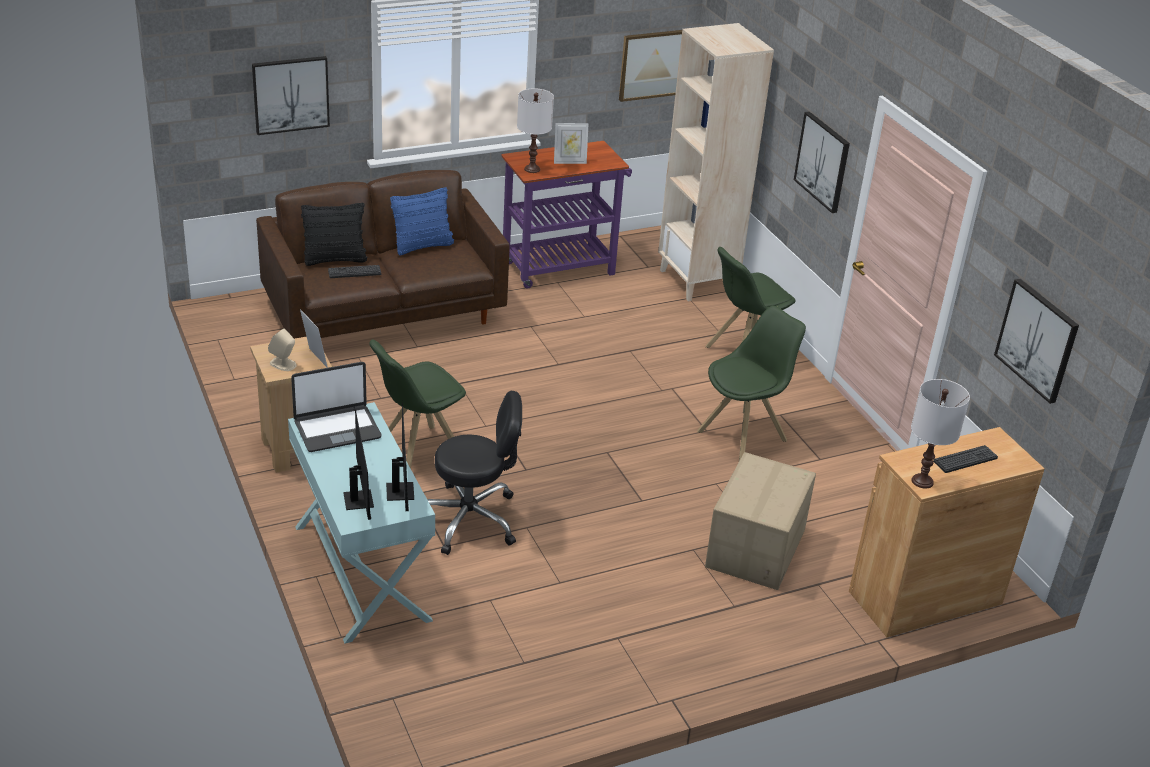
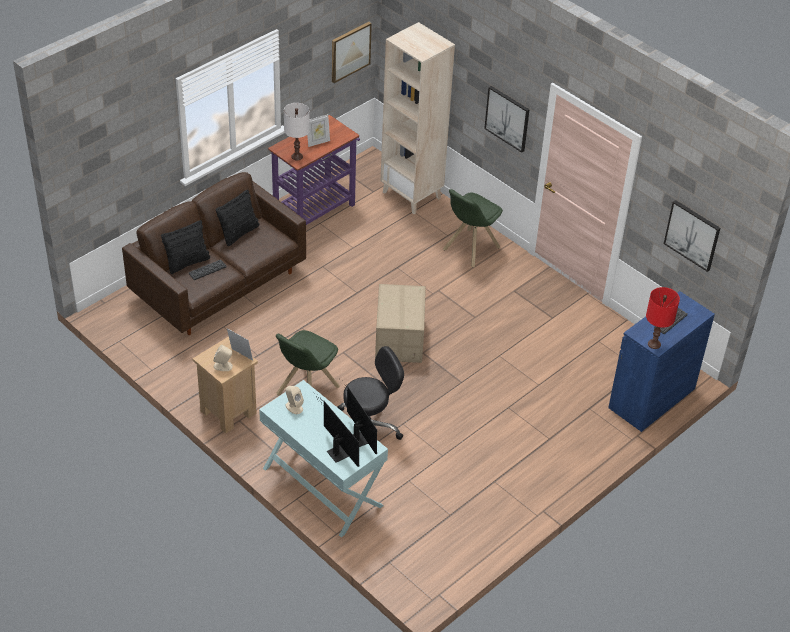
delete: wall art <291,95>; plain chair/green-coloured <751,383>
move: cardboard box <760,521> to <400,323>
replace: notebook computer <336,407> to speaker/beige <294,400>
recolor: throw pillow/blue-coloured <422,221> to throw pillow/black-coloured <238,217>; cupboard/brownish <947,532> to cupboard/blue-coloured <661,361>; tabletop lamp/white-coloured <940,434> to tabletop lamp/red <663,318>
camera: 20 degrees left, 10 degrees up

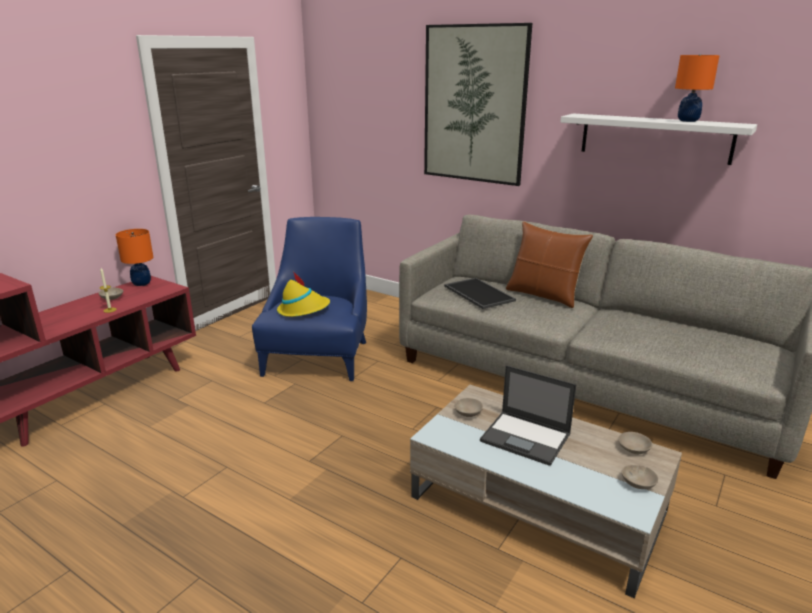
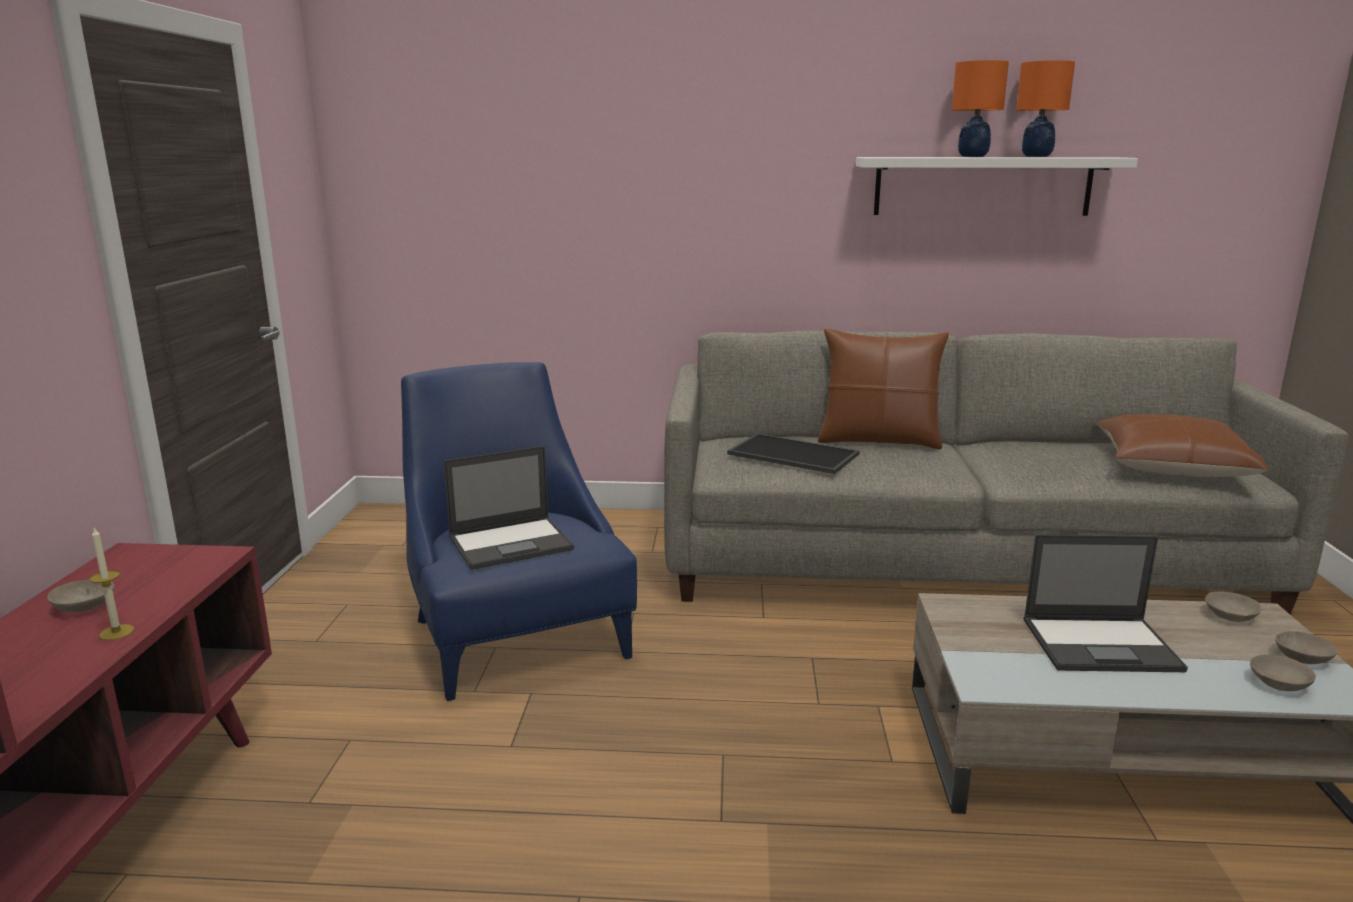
delete: wall art <478,104>
insert: throw pillow/brownish <1182,445>
move: tabletop lamp/orangey <134,257> to <980,108>; serving bowl/beige <469,407> to <1283,672>
replace: hat/yellow <303,294> to notebook computer <508,508>
camera: 30 degrees left, 5 degrees down

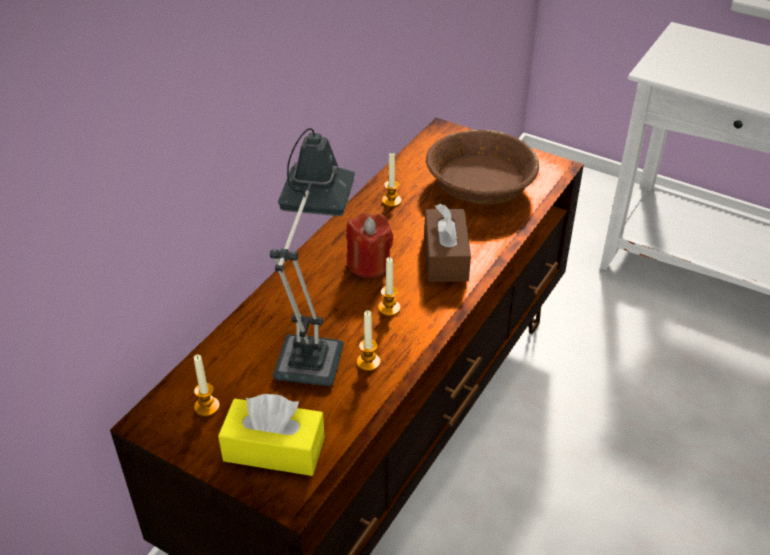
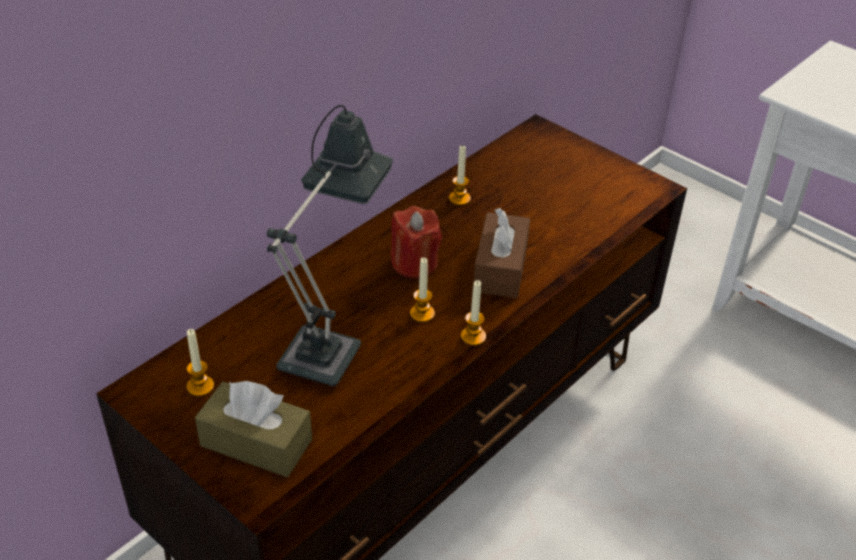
delete: serving bowl/brownish <482,167>
move: wax light <369,340> to <473,313>
recolor: box of tissues/yellow <271,435> to box of tissues/brownish <253,429>
camera: 10 degrees right, 0 degrees up

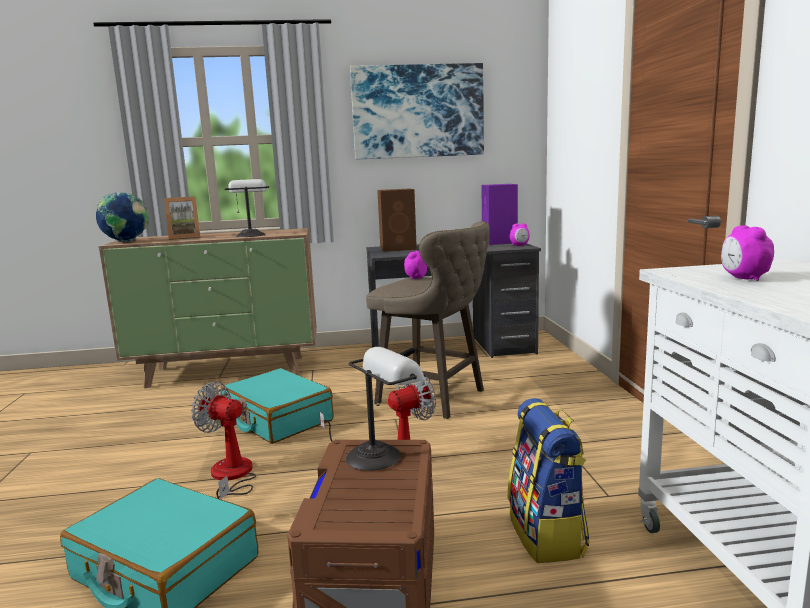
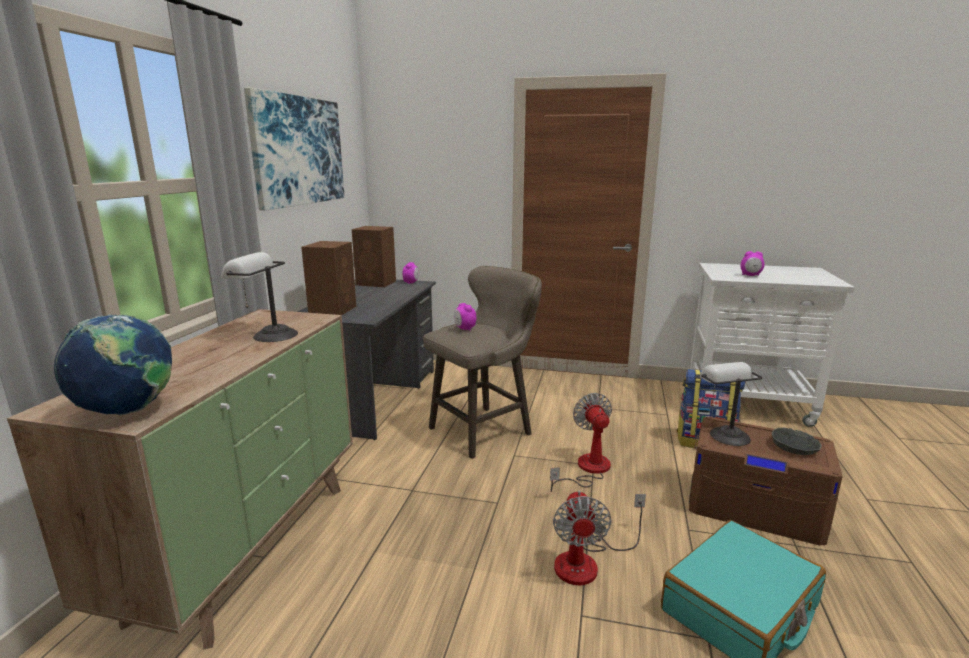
delete: standing frame <182,218>; piece of luggage/blue-green <277,406>
insert: serving bowl/grey <797,441>
recolor: speaker/purplish <499,214> to speaker/brownish <374,256>
rotate: cooling fan <223,440> = <599,537> 45 degrees counterclockwise
camera: 70 degrees left, 5 degrees up

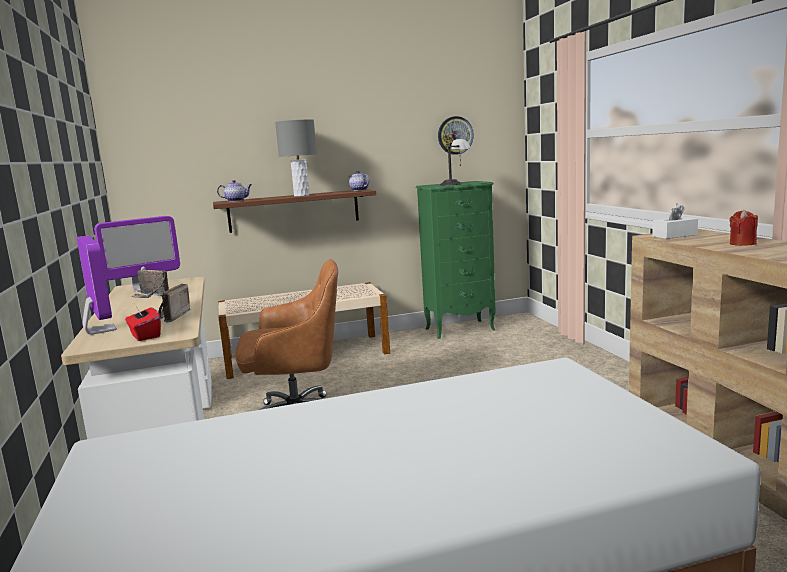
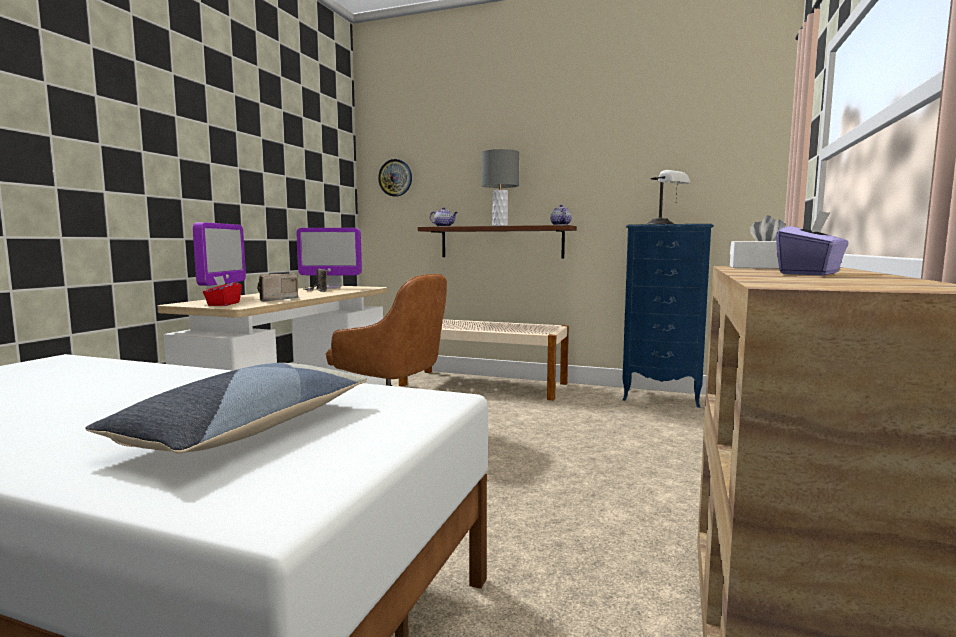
insert: throw pillow <226,408>
move: hanging clock <456,135> to <395,178>
replace: wax light/red <744,228> to box of tissues/purplish <812,243>
recolor: chest of drawers/green-coloured <456,260> to chest of drawers/blue-coloured <668,316>
camera: 35 degrees right, 5 degrees down

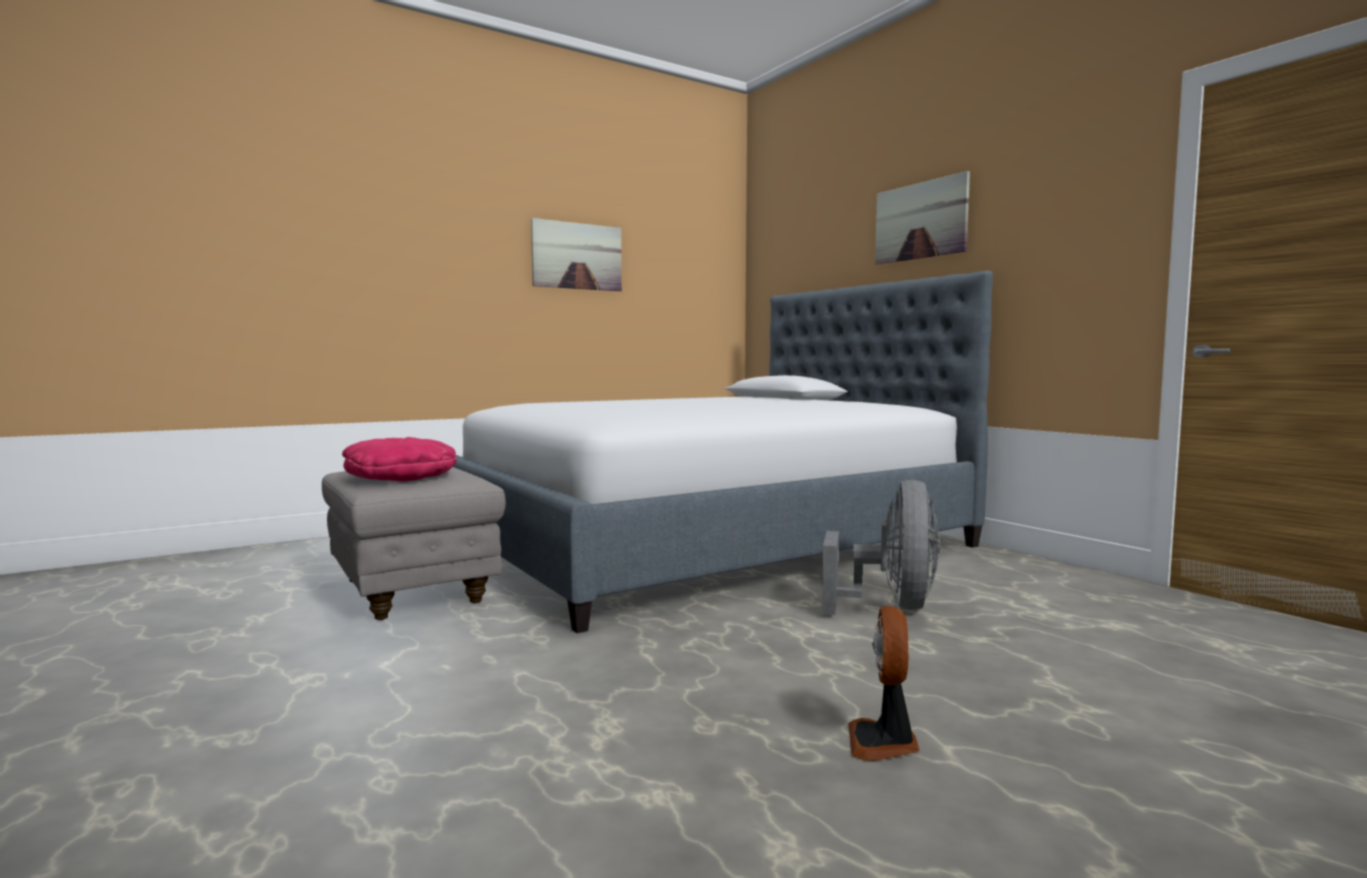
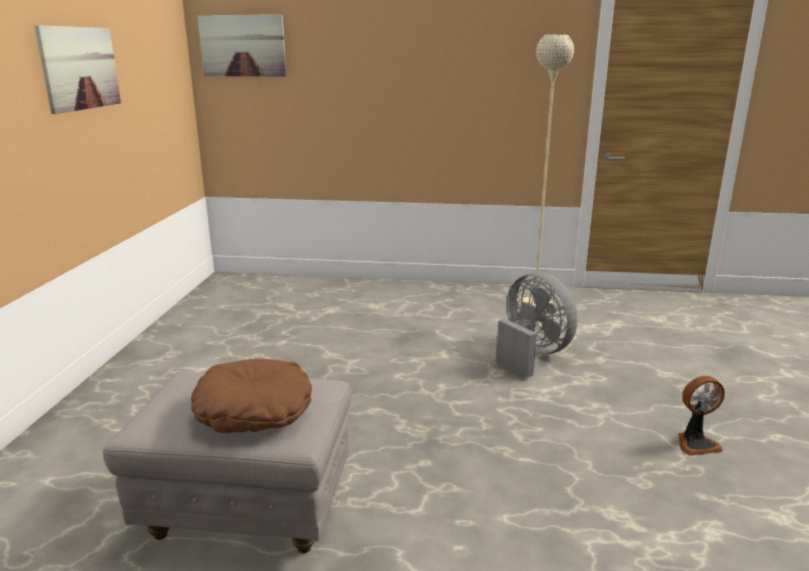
delete: sleeping bed <723,451>
insert: standard lamp/beige <545,173>
move: wall art <922,218> to <241,45>
recolor: throw pillow/pink <399,459> to throw pillow/brownish <251,396>
rotate: cooling fan <884,683> = <701,416> 60 degrees counterclockwise
camera: 50 degrees left, 15 degrees up

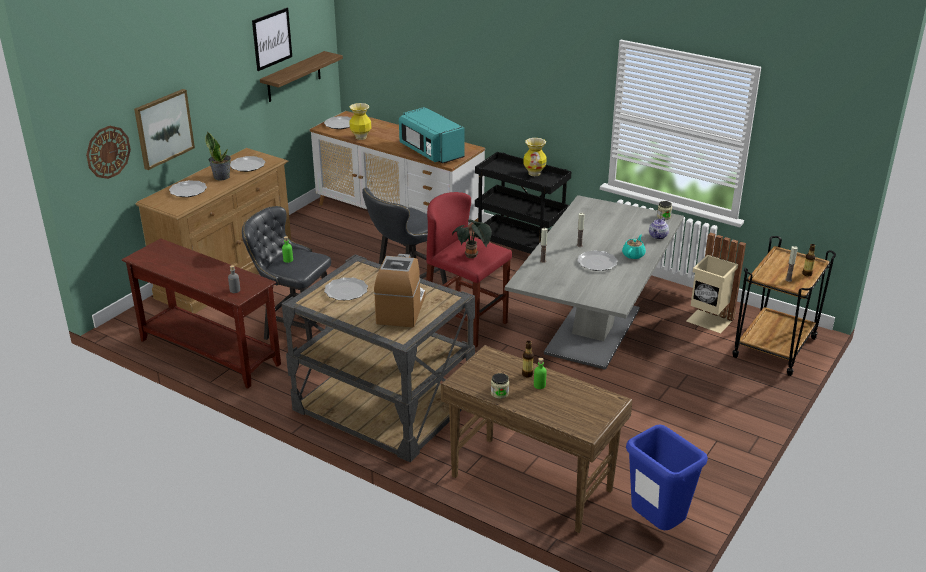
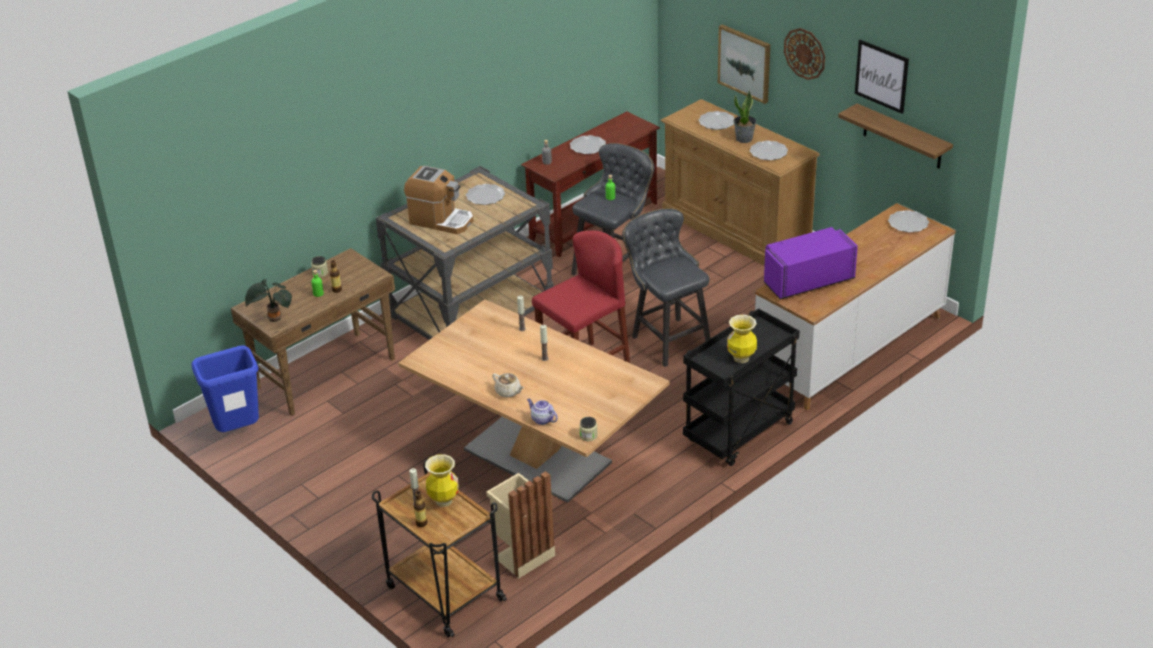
move: hanging clock <108,152> to <804,54>; flower vase <360,121> to <442,480>; houseplant <472,239> to <268,300>; dinner plate <597,260> to <588,144>
recolor: kitchen microwave/blue-green <432,135> to kitchen microwave/purplish <811,263>; kitchen table/grey <594,282> to kitchen table/brownish <534,401>; teapot/blue-green <634,246> to teapot/beige <508,385>
camera: 105 degrees right, 5 degrees up

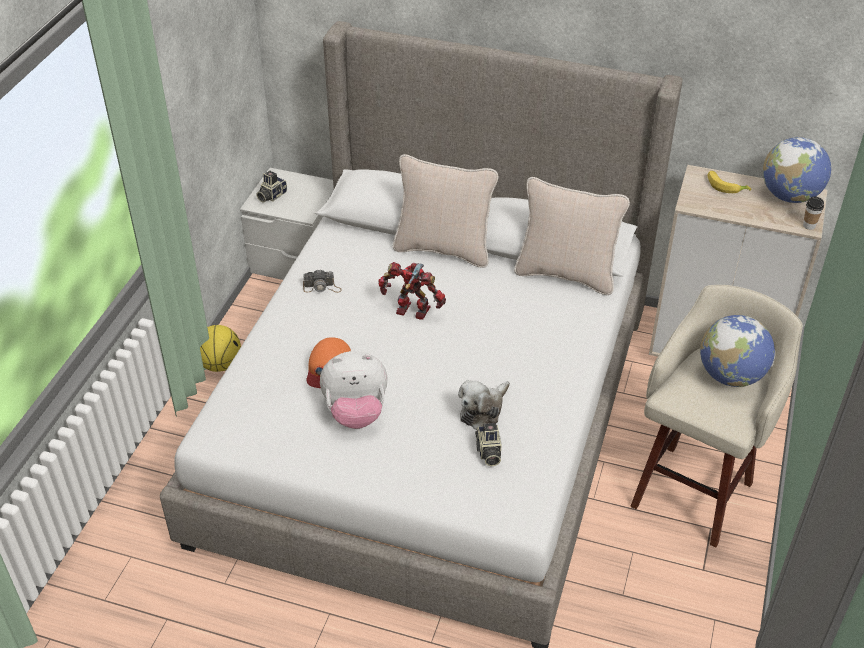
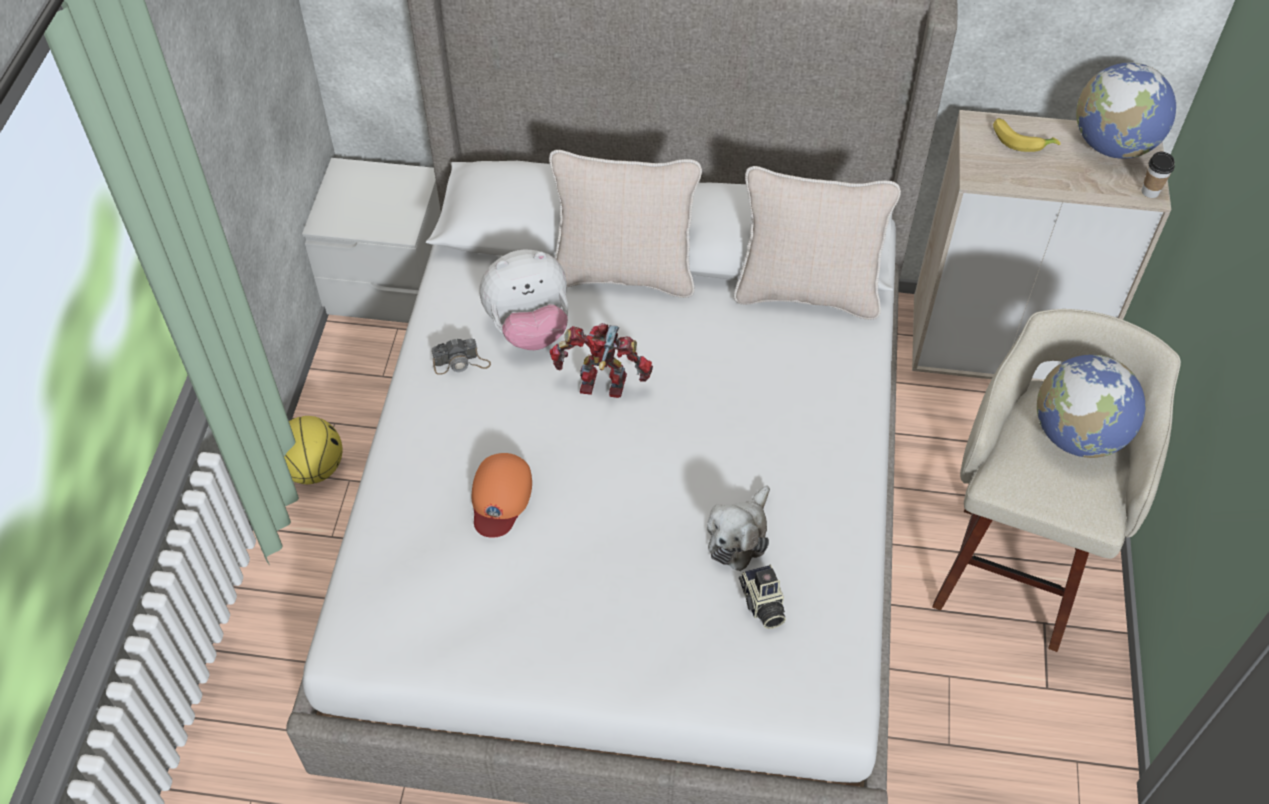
delete: still camera <271,187>
move: plush toy <353,390> to <523,300>
camera: 10 degrees left, 10 degrees up

